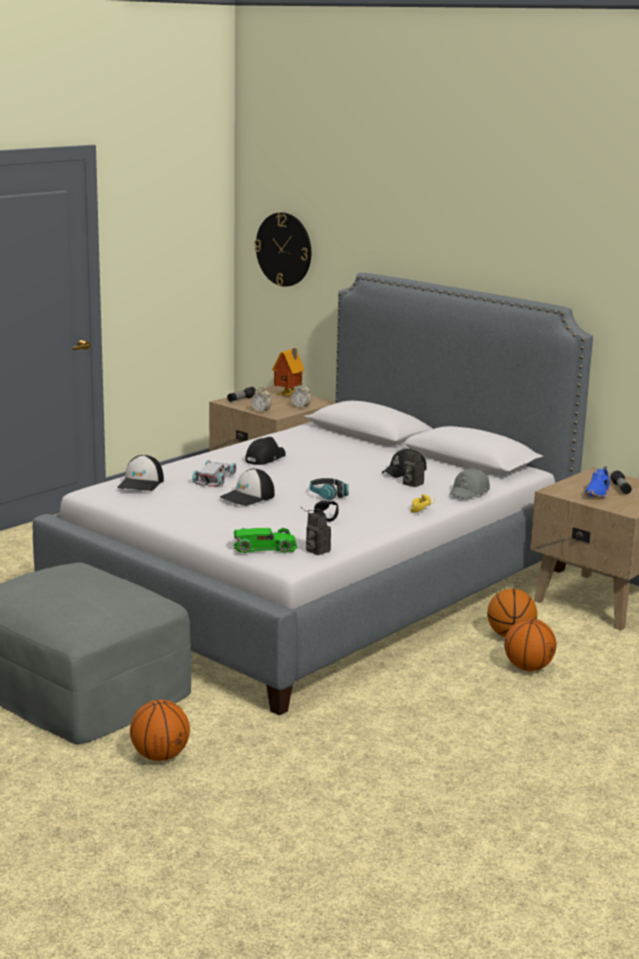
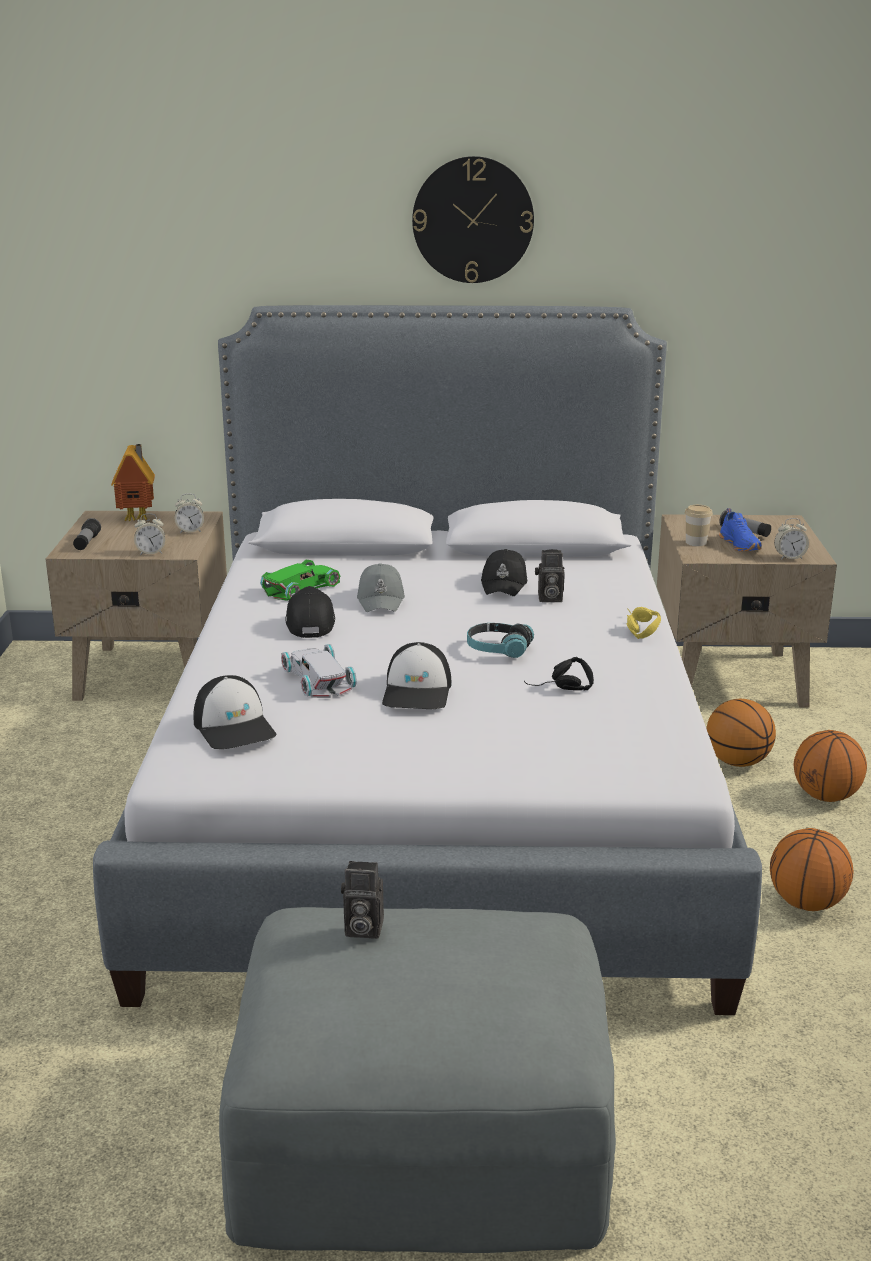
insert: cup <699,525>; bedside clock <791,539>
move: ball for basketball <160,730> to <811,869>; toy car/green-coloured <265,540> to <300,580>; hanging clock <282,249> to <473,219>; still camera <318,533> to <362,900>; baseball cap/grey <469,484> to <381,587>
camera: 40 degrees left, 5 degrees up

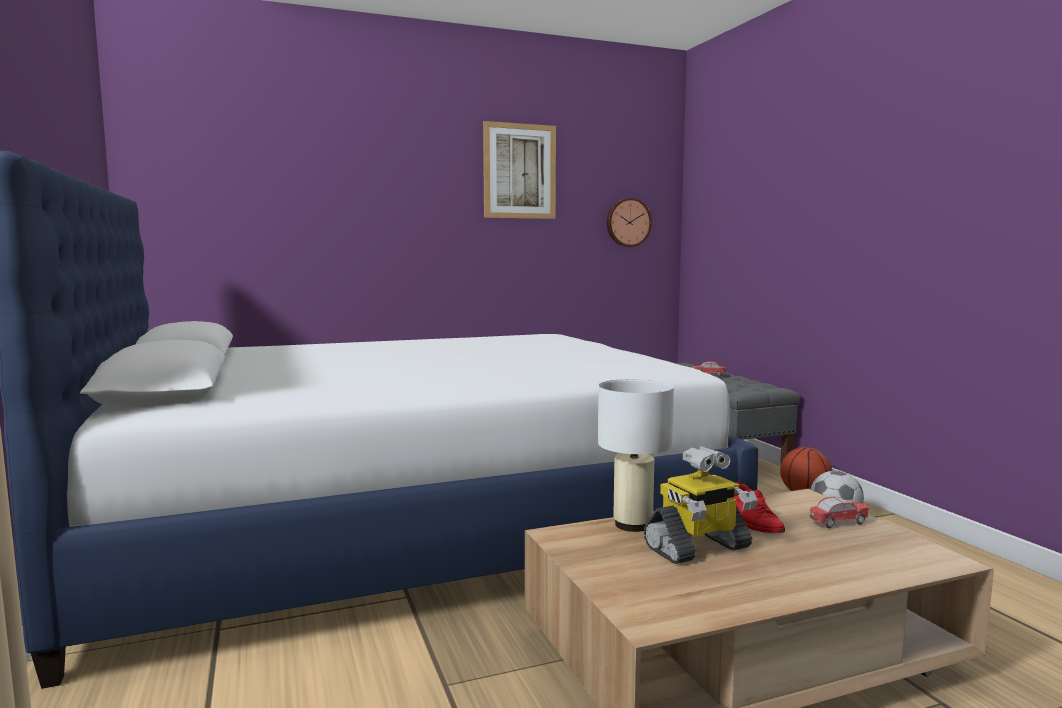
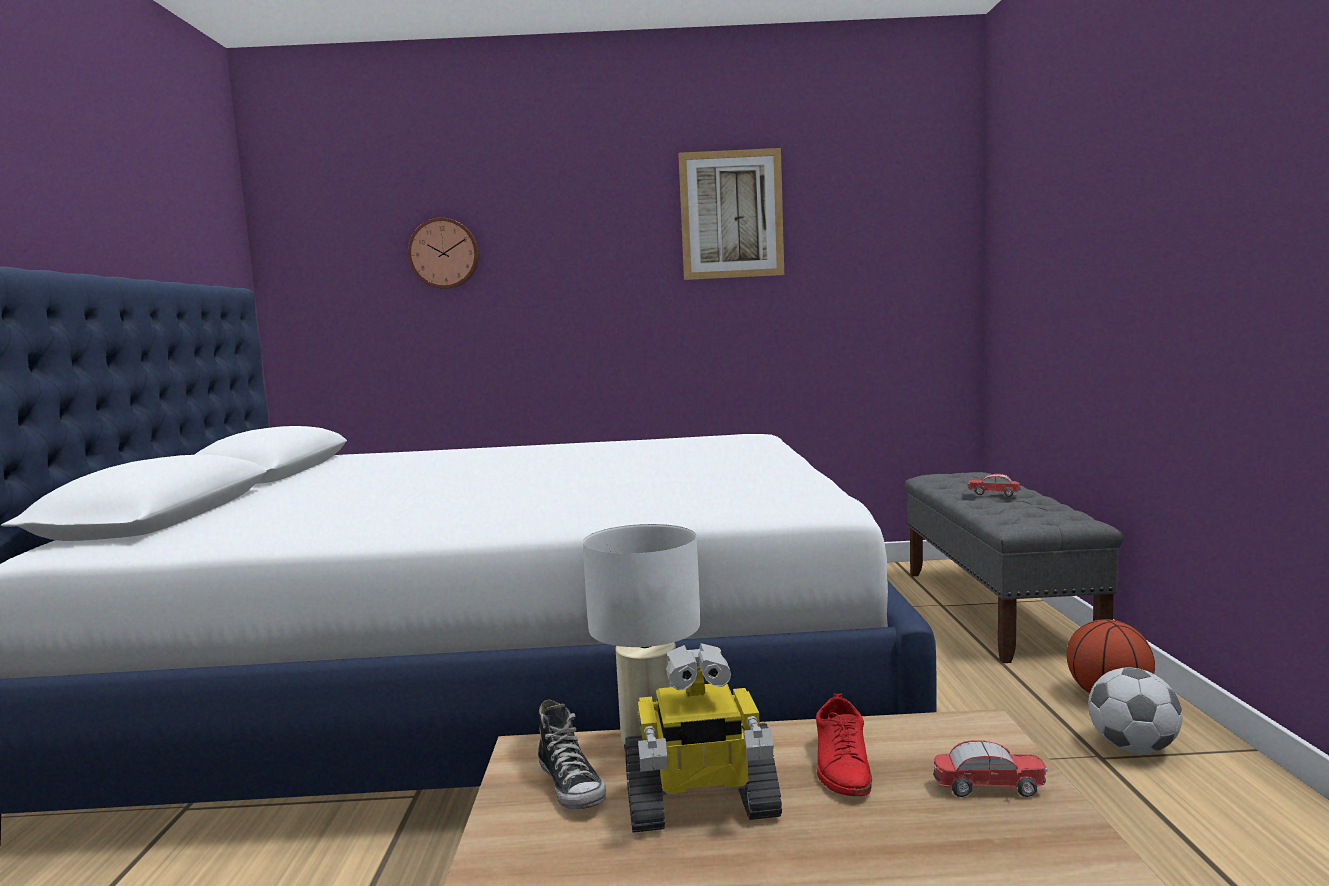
insert: item of footwear <572,754>
move: hanging clock <629,222> to <443,253>
camera: 20 degrees right, 0 degrees up

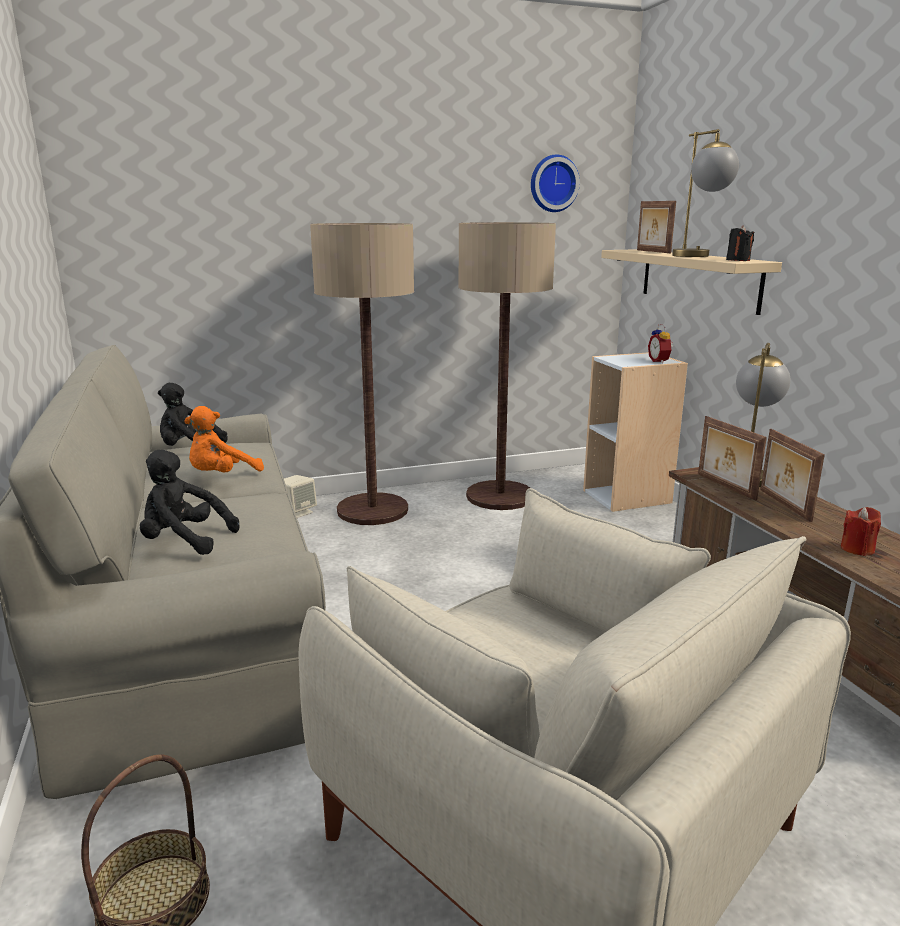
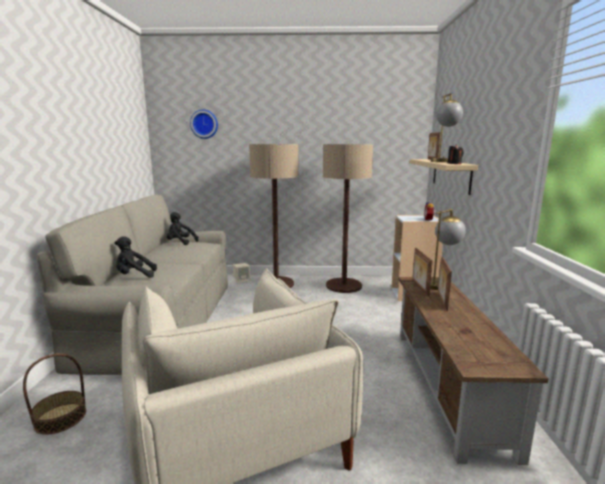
delete: plush toy/orangey <224,439>; wax light/red <861,531>
move: hanging clock <555,183> to <204,124>
rotate: plush toy/black-coloured <189,502> = <136,257> 45 degrees counterclockwise
camera: 20 degrees right, 5 degrees down

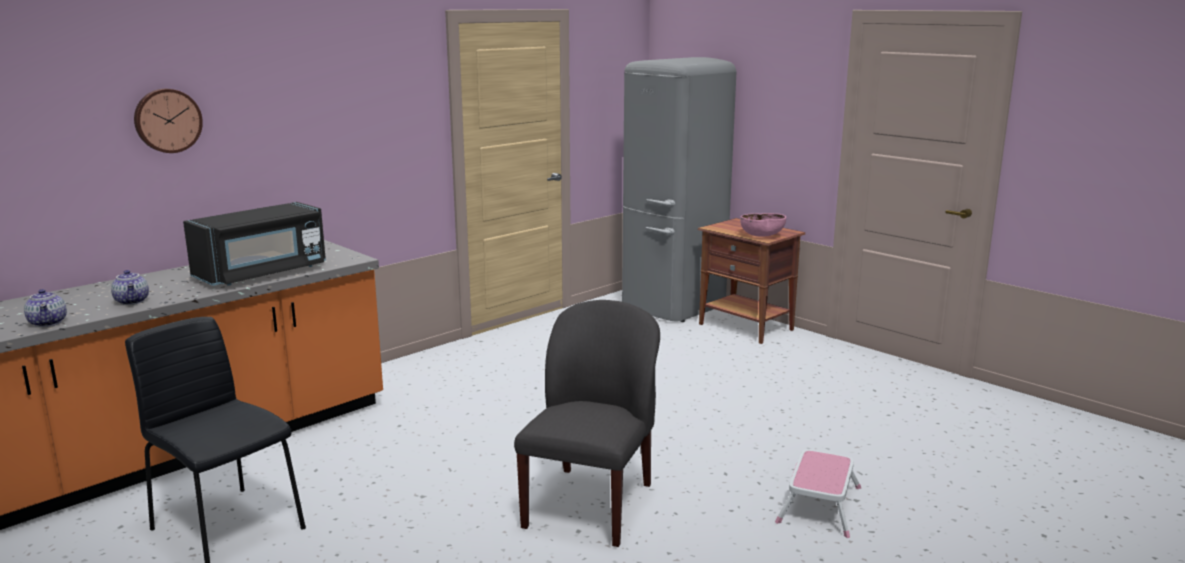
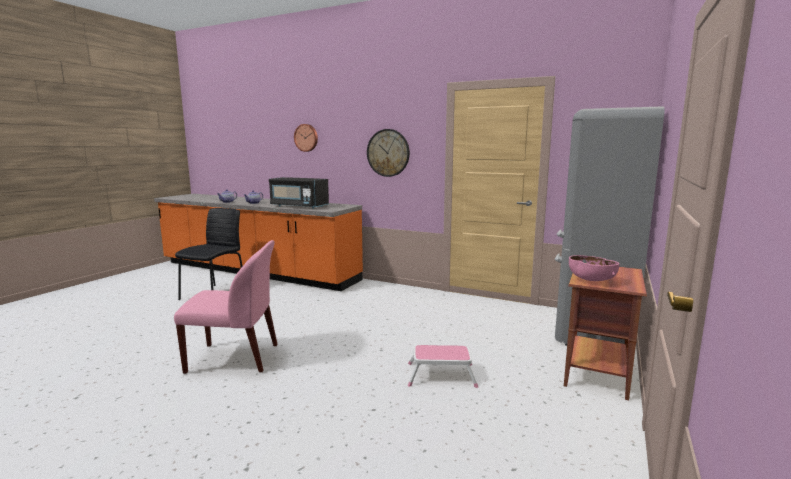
insert: hanging clock <388,153>
move: stepladder/pink <818,494> to <443,366>
recolor: plain chair/grey <587,423> to plain chair/pink <226,307>
camera: 70 degrees right, 5 degrees down

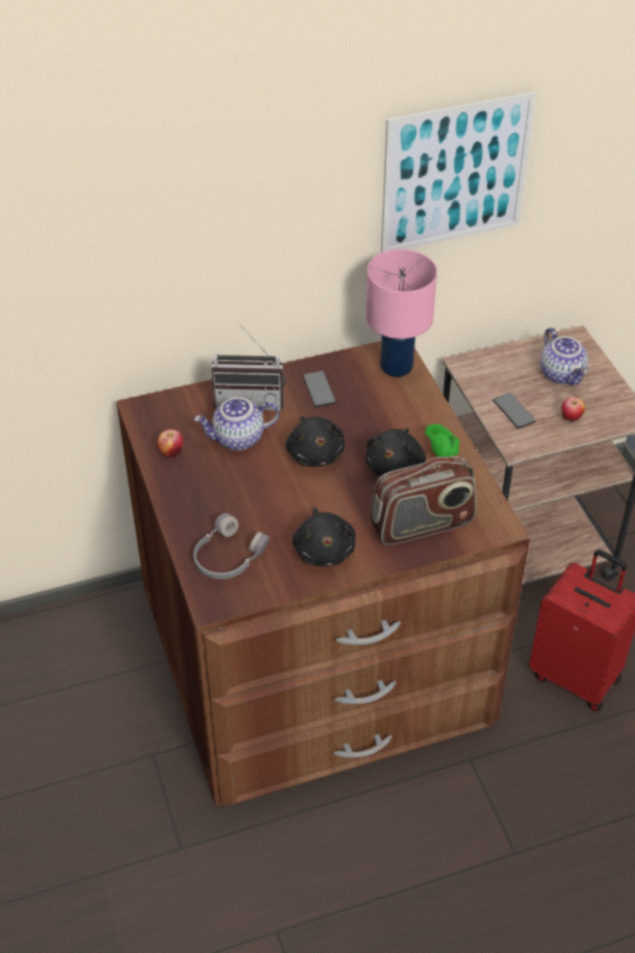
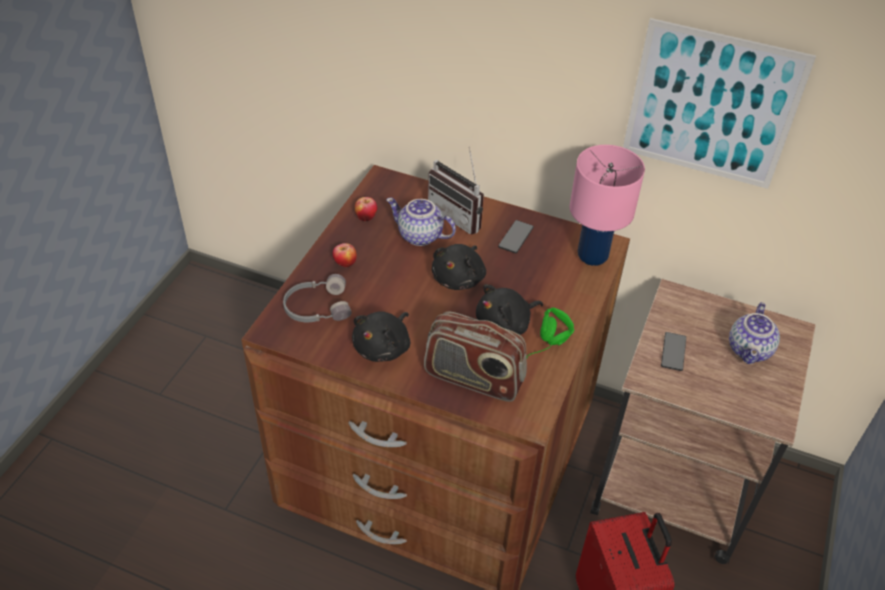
move: apple <573,409> to <344,255>
camera: 40 degrees right, 0 degrees up

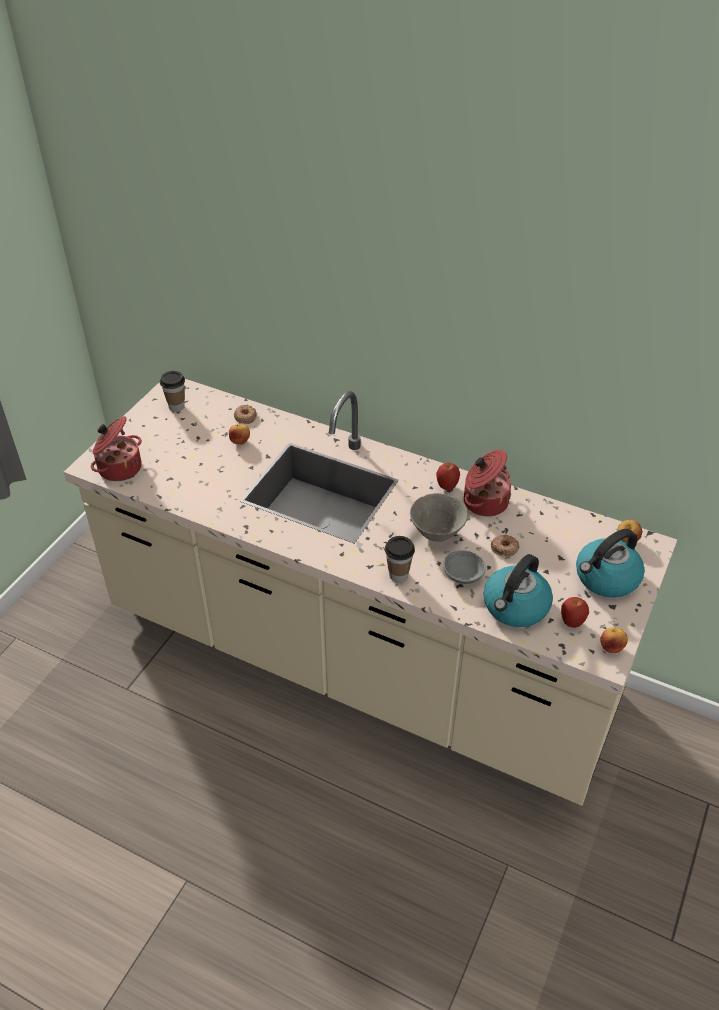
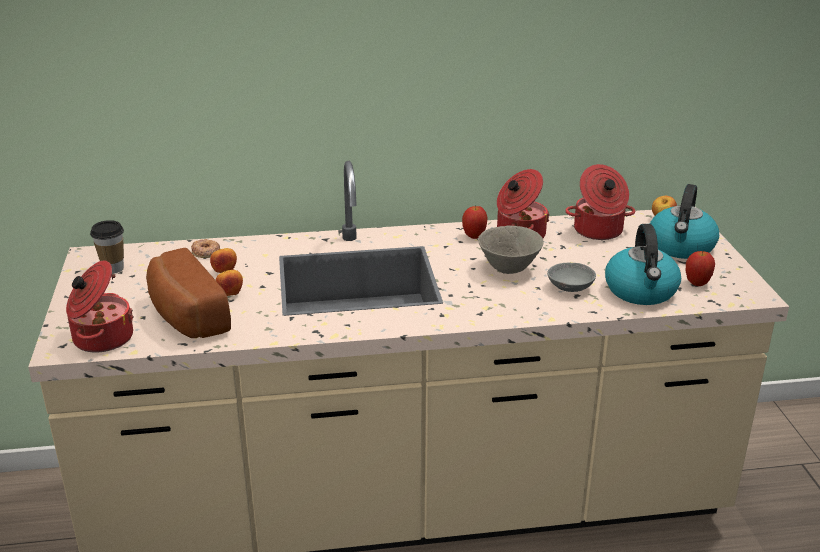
delete: cup <400,559>; ring doughnut <505,546>
insert: bakery bread <188,293>; cooking pot <600,202>
move: apple <614,640> to <229,283>
camera: 35 degrees left, 15 degrees down

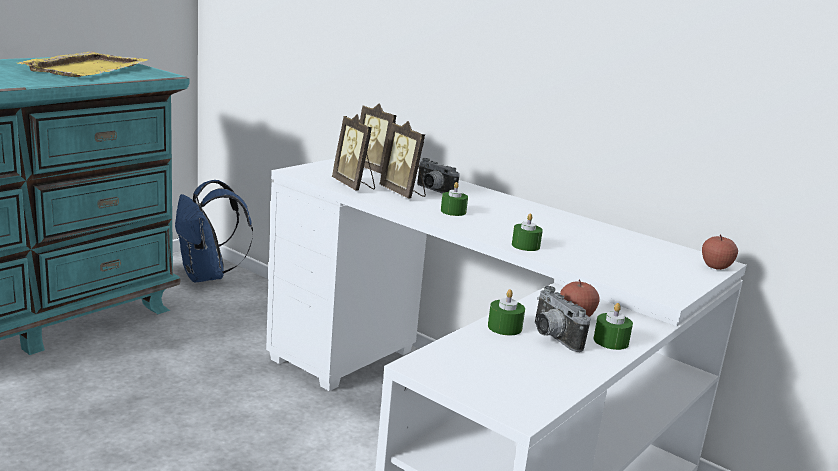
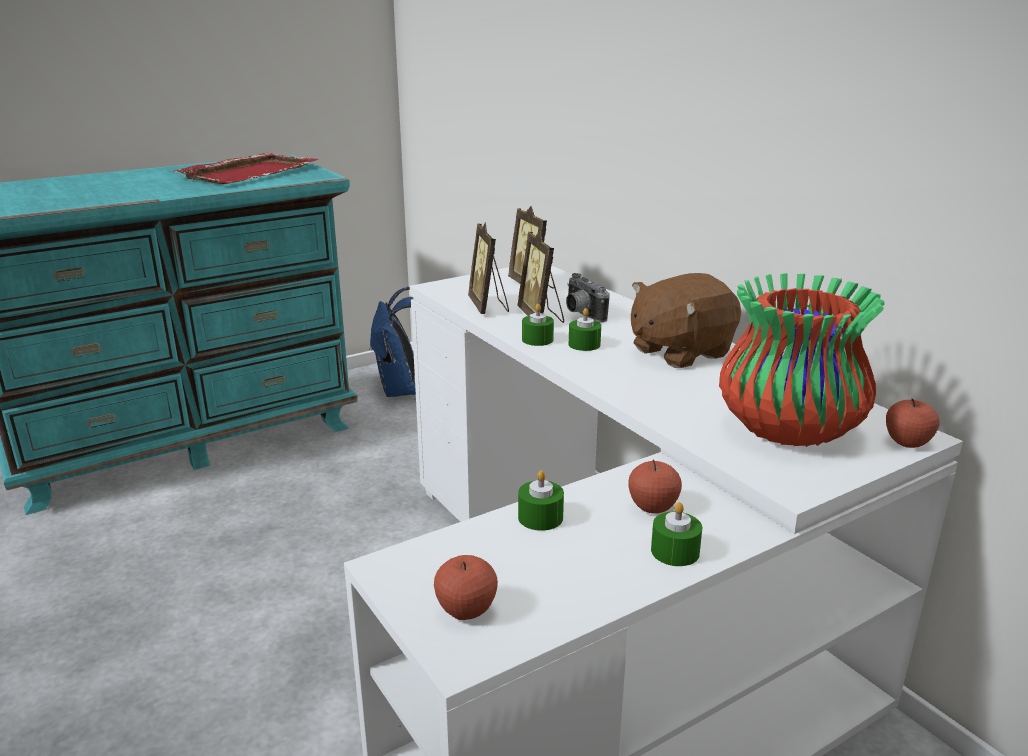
delete: still camera <562,319>
insert: apple <466,587>; plush toy/brownish <686,320>; flower vase <802,360>
move: wax light/green-coloured <527,232> to <538,325>
recolor: tray/yellow <83,64> to tray/red <246,168>
camera: 20 degrees right, 5 degrees up

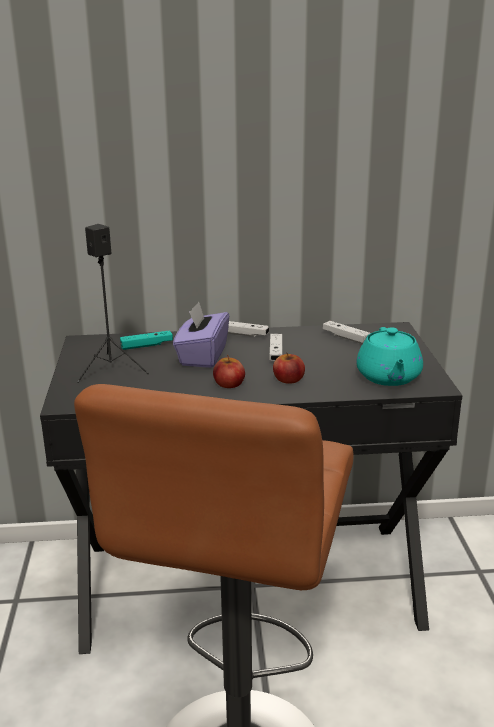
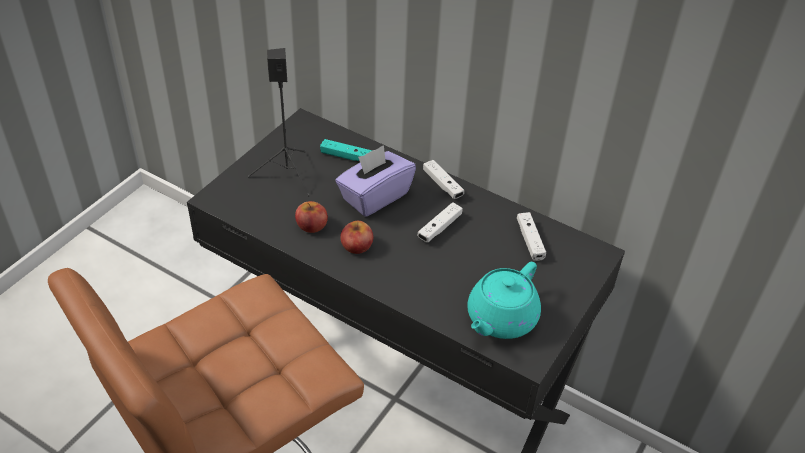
move: apple <289,368> to <311,217>
camera: 35 degrees right, 20 degrees up

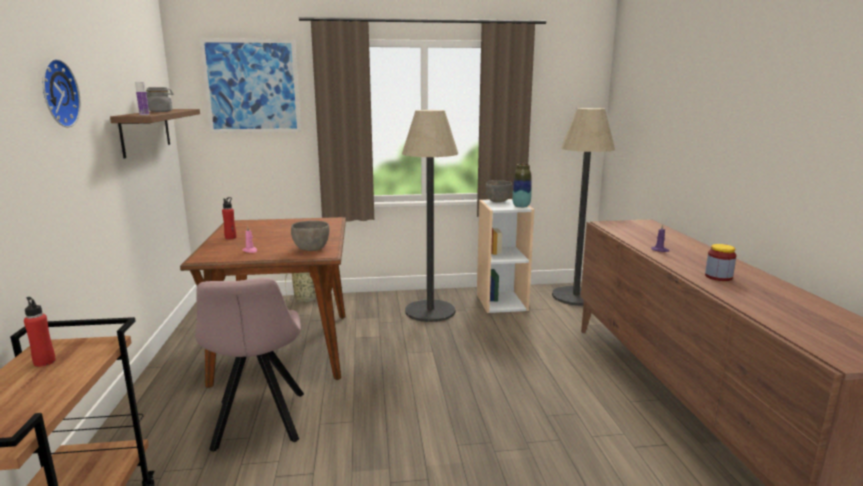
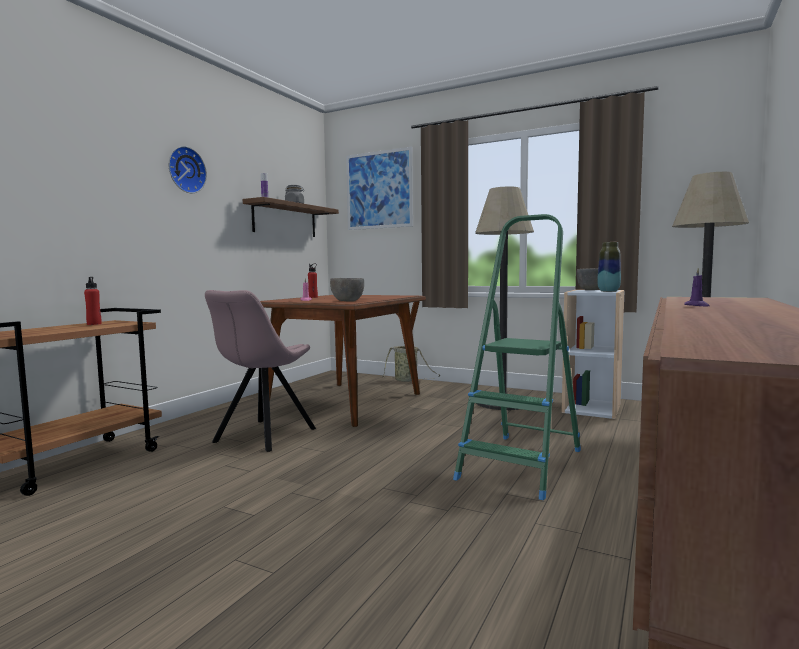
delete: jar <721,262>
insert: stepladder/green-coloured <517,357>
camera: 35 degrees right, 10 degrees down

